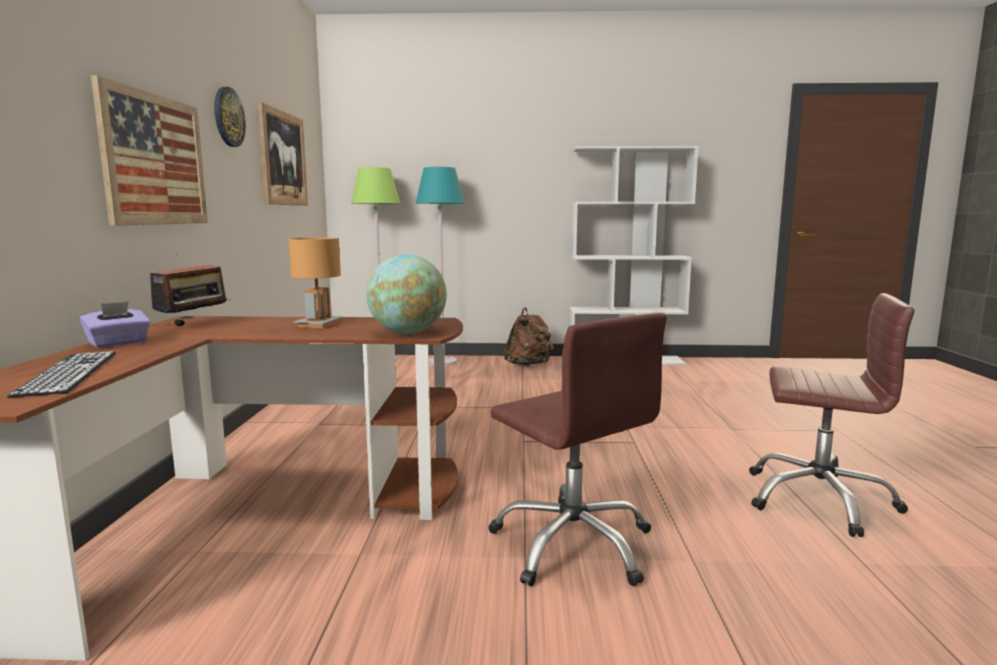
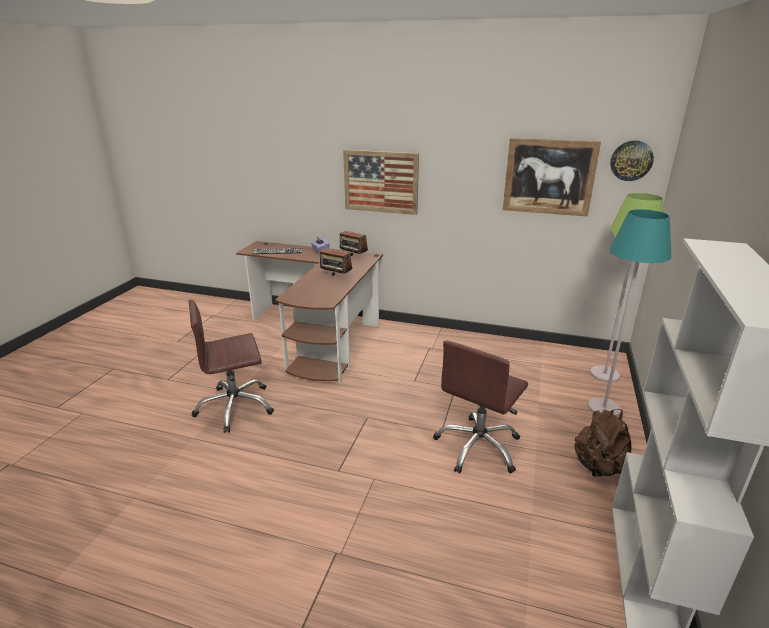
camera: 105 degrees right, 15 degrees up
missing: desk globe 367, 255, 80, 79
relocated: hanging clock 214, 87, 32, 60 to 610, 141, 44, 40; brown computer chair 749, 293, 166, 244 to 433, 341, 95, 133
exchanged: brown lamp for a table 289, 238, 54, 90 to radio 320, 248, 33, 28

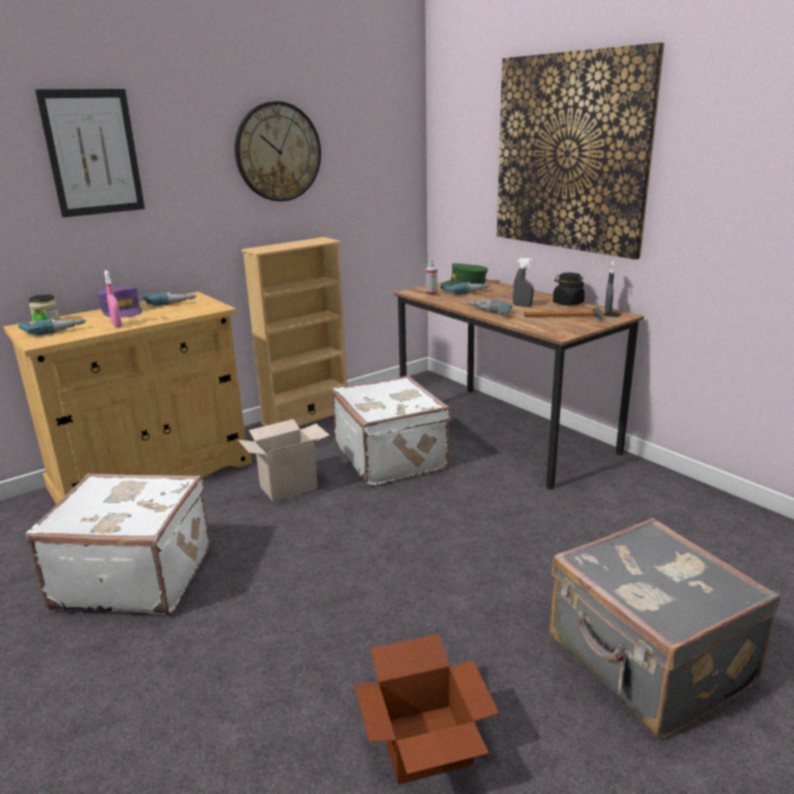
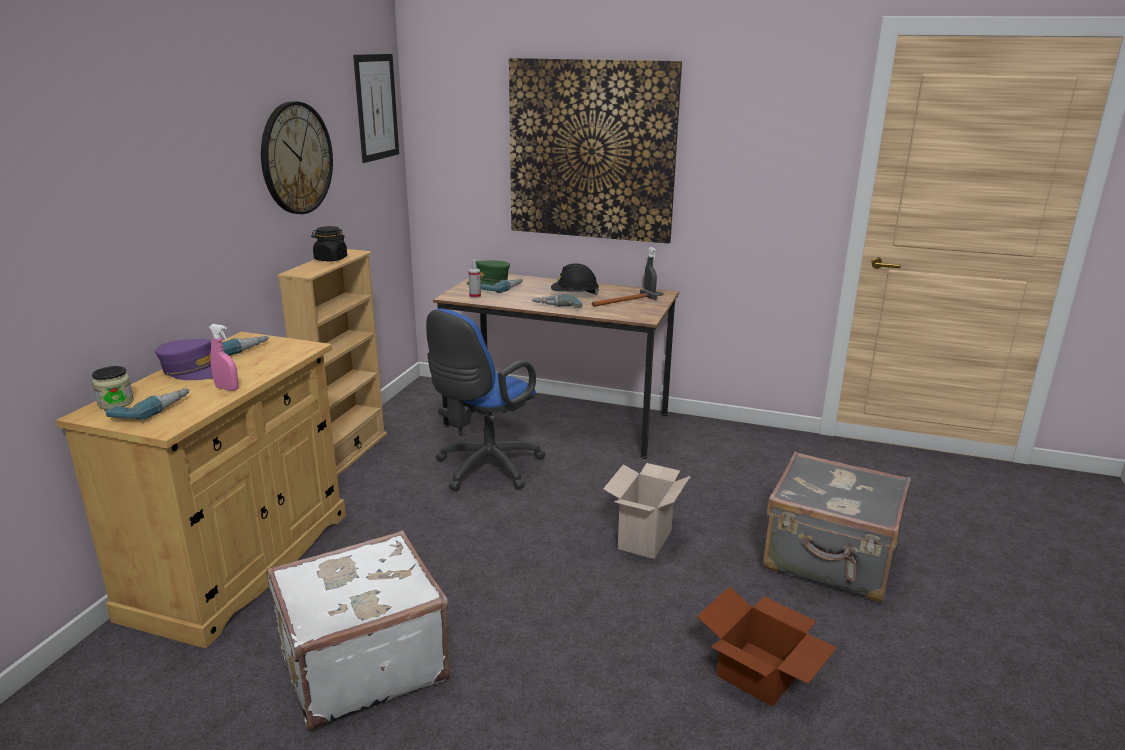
camera: 35 degrees left, 0 degrees up
relocated: picture 35, 89, 110, 128 to 353, 54, 46, 109; carton 238, 419, 92, 83 to 603, 463, 88, 96; black storage jar 553, 273, 32, 33 to 311, 226, 36, 36
exchanged: white suitcase 332, 376, 119, 110 to bluish computer chair 426, 309, 119, 182; greyish sprayer 513, 258, 21, 49 to black work helmet 551, 263, 48, 32

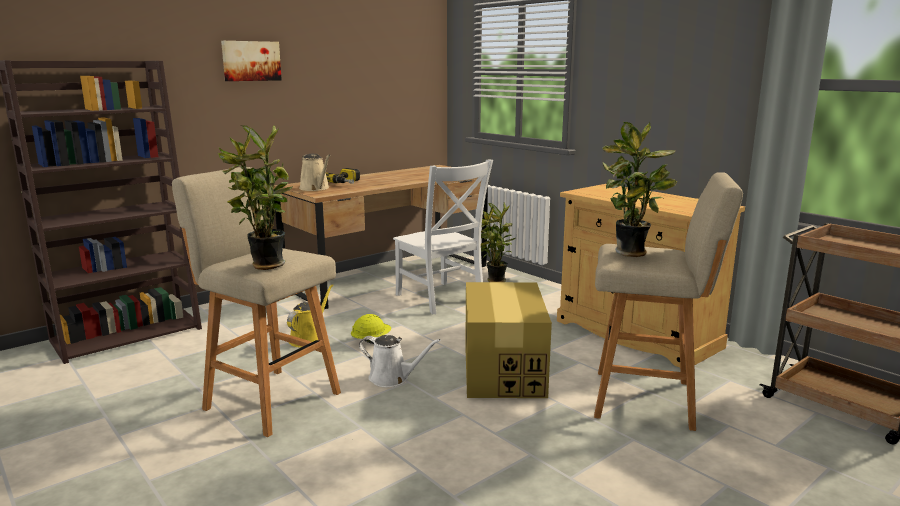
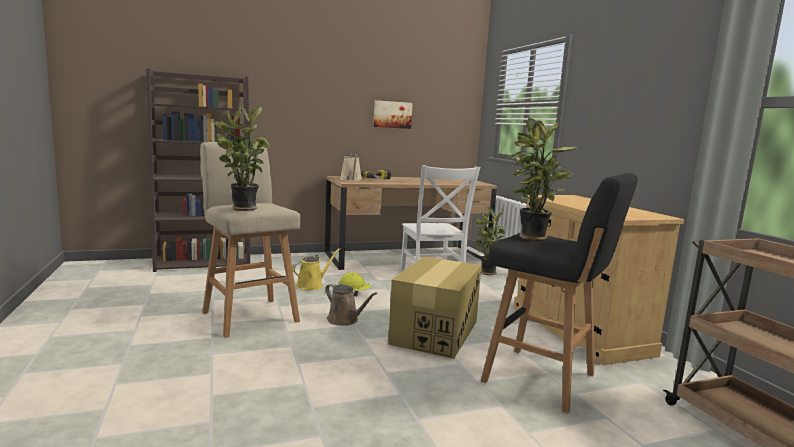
camera: 20 degrees right, 5 degrees down
relocated: picture 221, 41, 61, 40 to 373, 100, 40, 29
colour: white sprinkling can 359, 335, 82, 52 to brown sprinkling can 325, 283, 53, 43; sand-coloured stool 594, 172, 149, 259 to black stool 481, 173, 157, 240

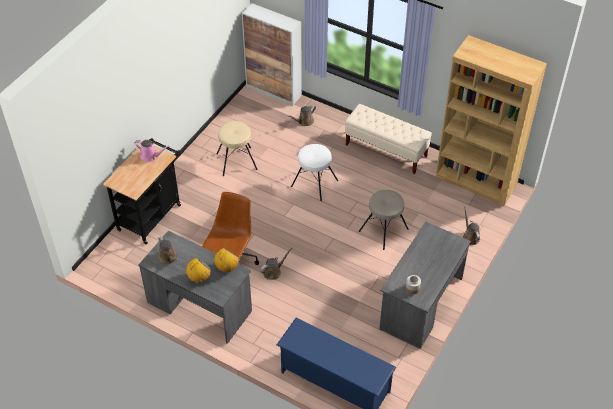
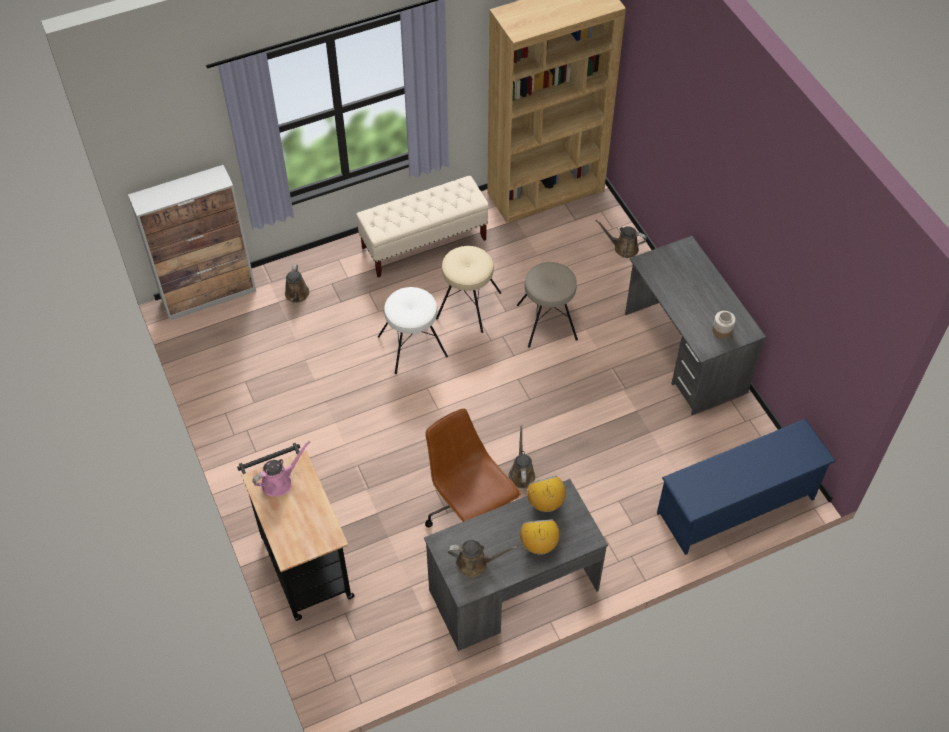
camera: 55 degrees left, 5 degrees up
relocated: sand-coloured stool 217, 121, 41, 55 to 436, 246, 65, 87

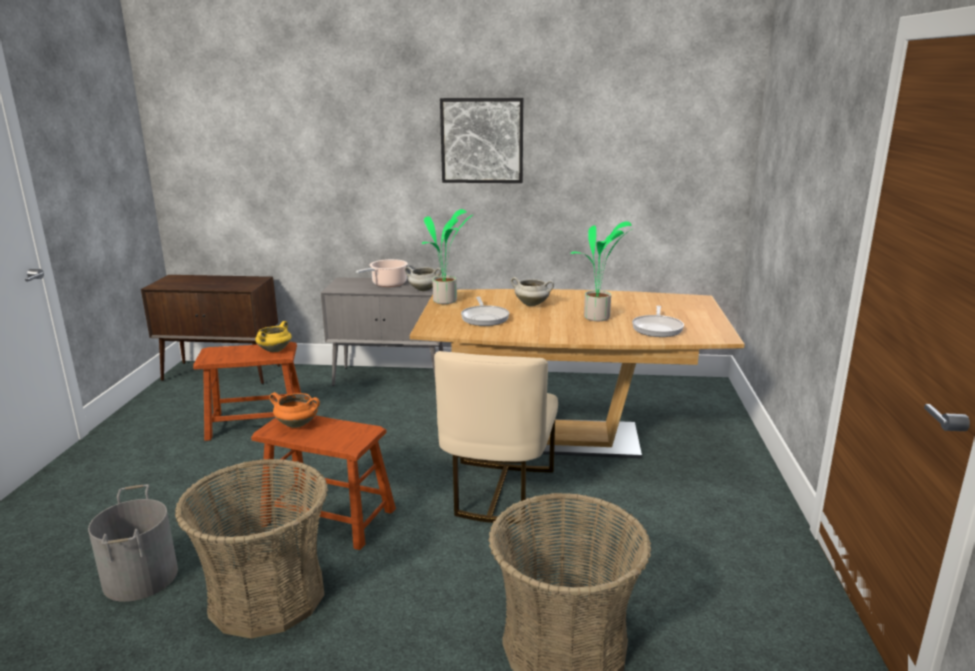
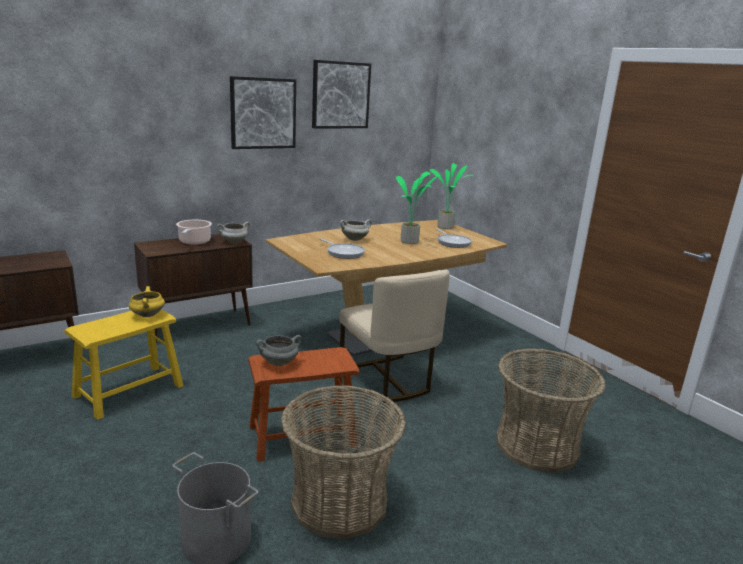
camera: 40 degrees left, 0 degrees up
appeared: picture 312, 60, 59, 68
relocated: plant in a pot 422, 209, 51, 95 to 430, 163, 43, 66
colour: brown stool 193, 342, 108, 99 to yellow stool 64, 309, 120, 111; orangey cooking pot 269, 392, 51, 36 to greyish cooking pot 256, 335, 46, 31; greyish storage cabinet 321, 277, 122, 109 to brown storage cabinet 134, 234, 119, 109

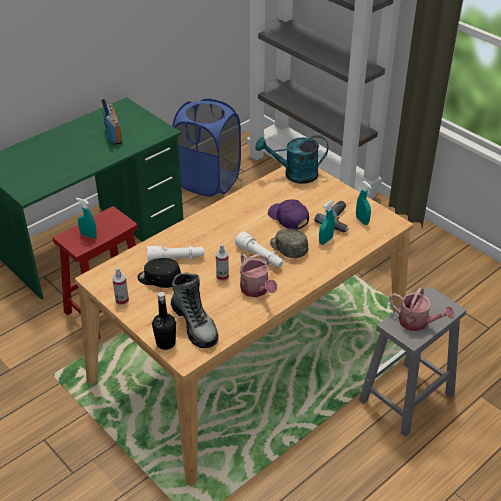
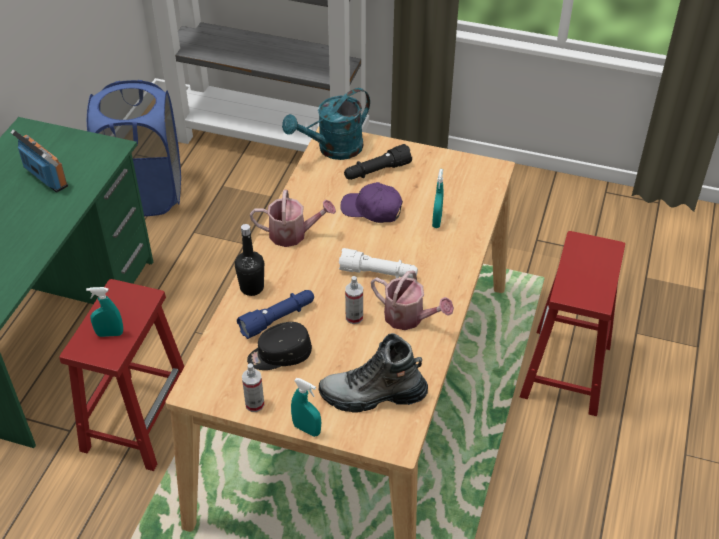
camera: 30 degrees left, 5 degrees up
missing: greyish cap 270, 228, 38, 30; drill 314, 201, 35, 31
appeared: black flashlight 344, 144, 68, 36
relocated: black beverage bottle 152, 292, 24, 58 to 235, 224, 29, 72; blue-green sprayer 356, 181, 16, 44 to 291, 378, 30, 59; sprinkling can 389, 288, 65, 43 to 250, 190, 86, 57
colour: white flashlight 147, 245, 57, 17 to bluish flashlight 237, 290, 77, 49; greyish stool 359, 287, 107, 150 to reddish stool 520, 231, 105, 185
spun: tall boot 171, 272, 47, 76 = 318, 333, 110, 80 150 degrees clockwise

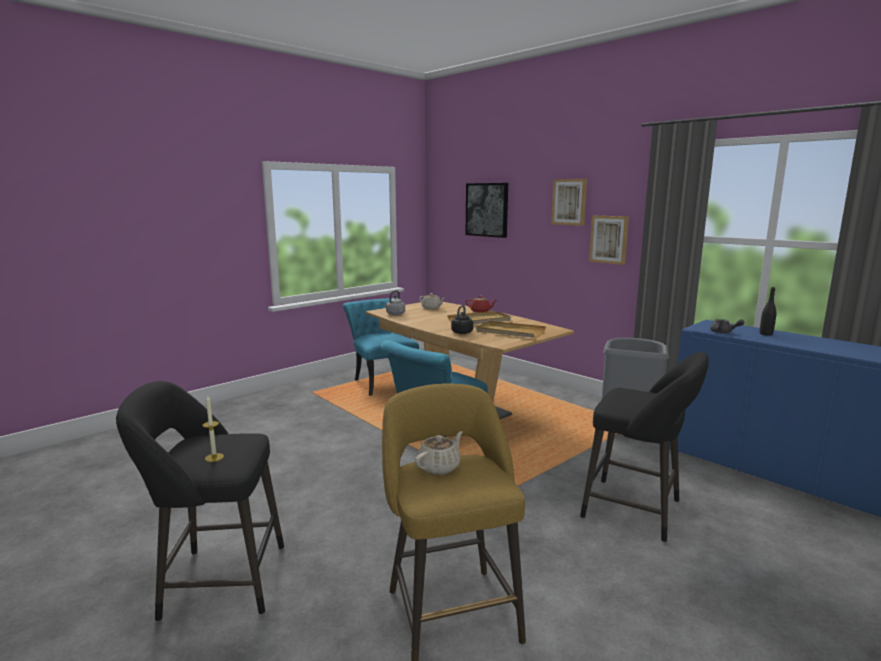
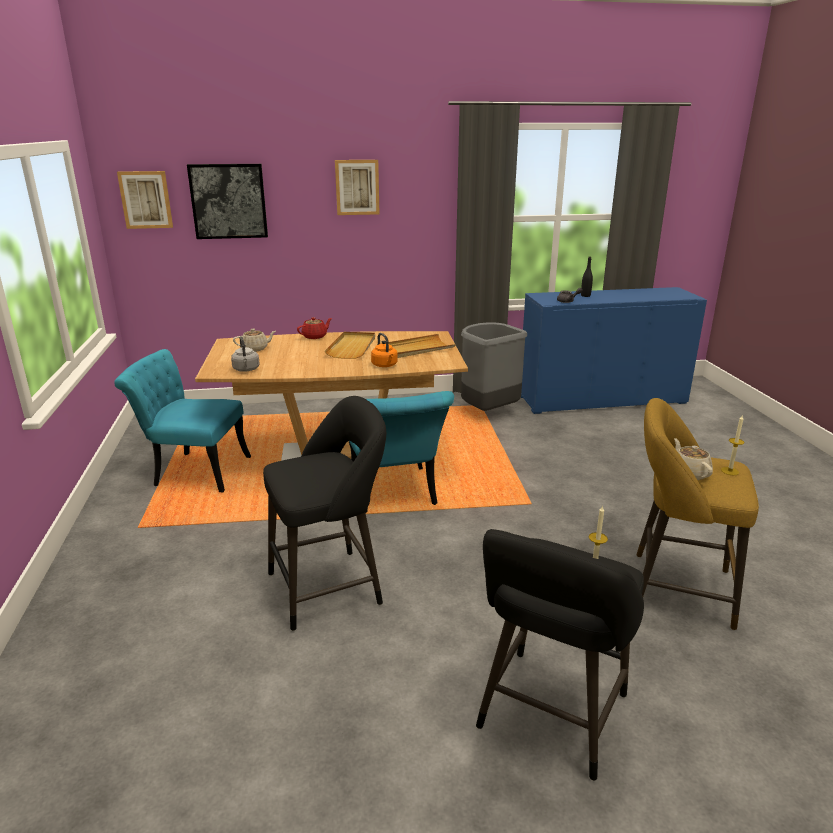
camera: 55 degrees left, 10 degrees up
appeared: wax candle 721, 416, 23, 59
relocated: black stool 580, 352, 129, 190 to 263, 396, 123, 235; picture 589, 216, 40, 49 to 117, 171, 56, 58
colour: black tea kettle 451, 305, 22, 29 to orangey tea kettle 371, 333, 27, 34

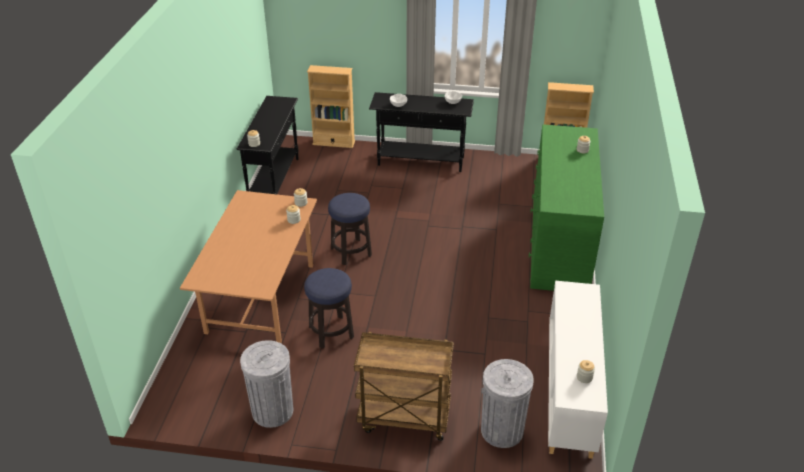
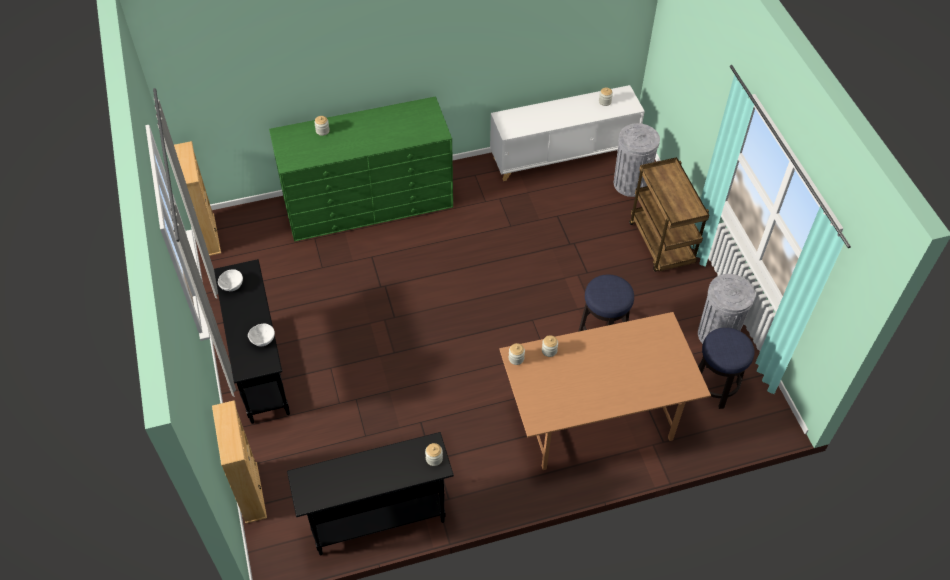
camera: 115 degrees left, 15 degrees up
relocated: stool 328, 193, 44, 72 to 698, 327, 57, 82

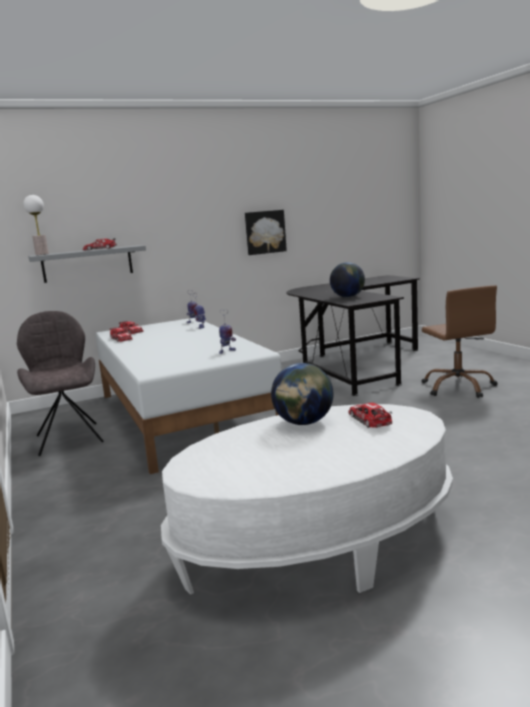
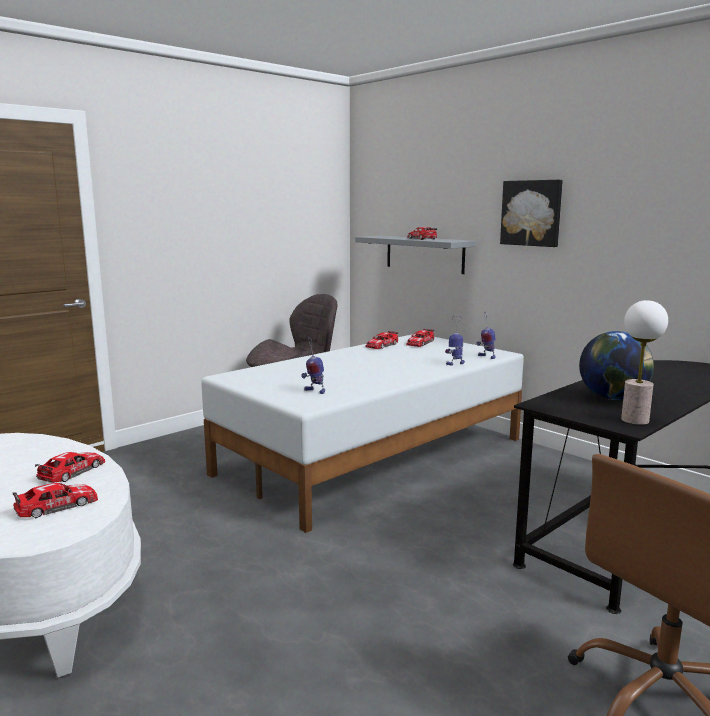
camera: 70 degrees right, 0 degrees up
relocated: lamp for a table 23, 195, 26, 60 to 621, 300, 47, 125; picture 245, 210, 42, 45 to 500, 180, 63, 67
exchanged: desk globe 271, 363, 62, 62 to model car 35, 452, 70, 31

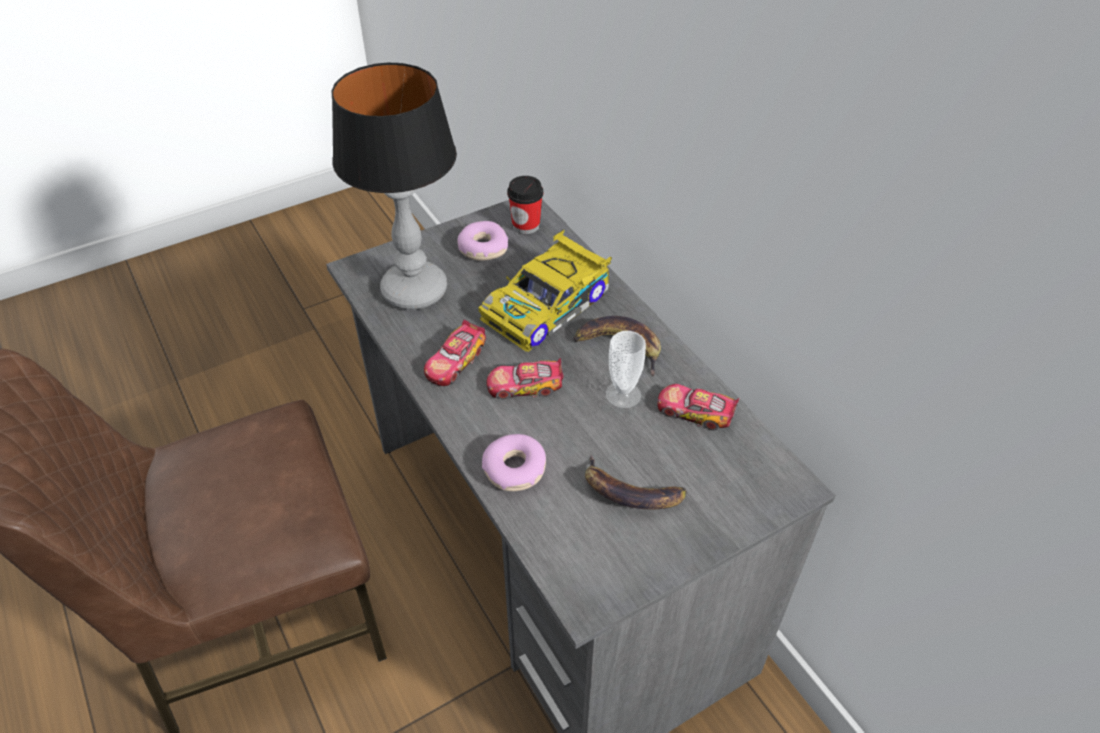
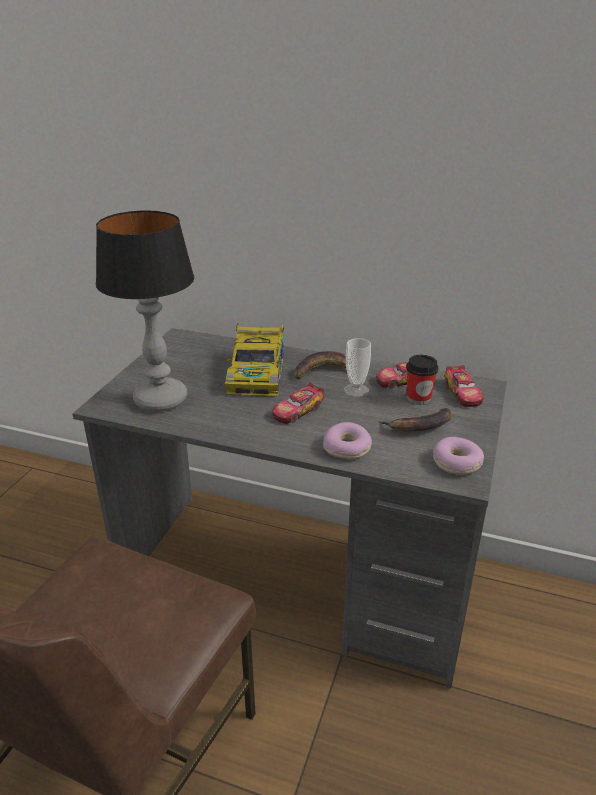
camera: 40 degrees left, 15 degrees down
relocated: model car 424, 320, 62, 66 to 445, 365, 38, 42; donut 457, 221, 51, 40 to 433, 437, 51, 38; cup 507, 176, 36, 58 to 406, 355, 32, 50

